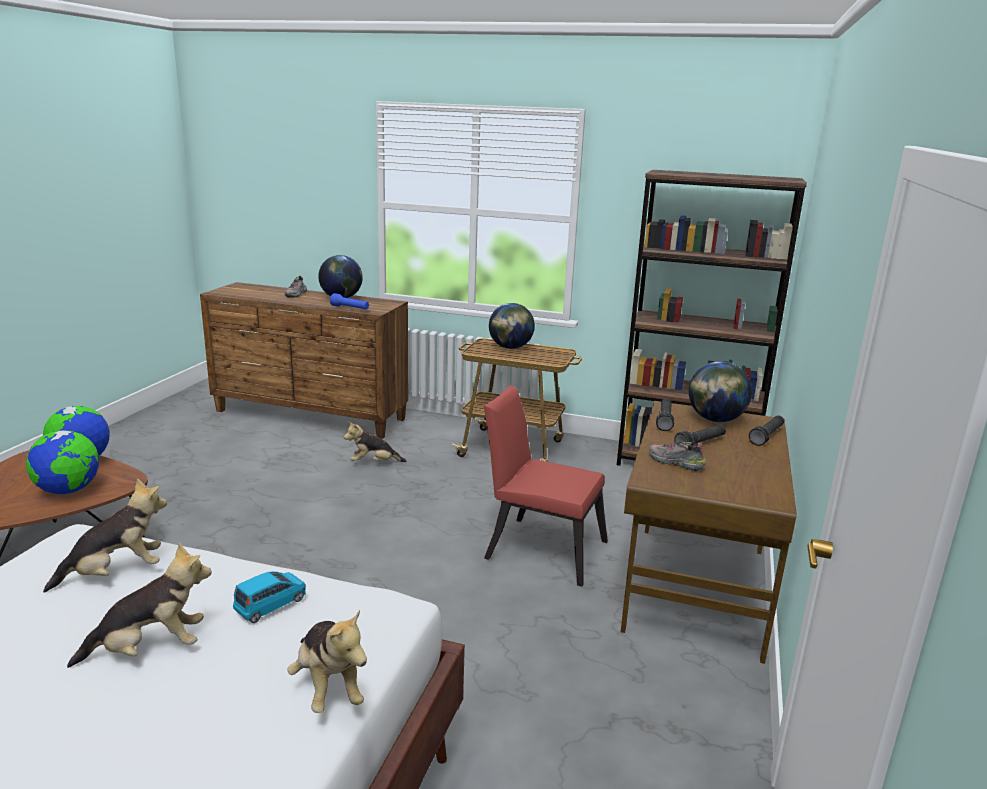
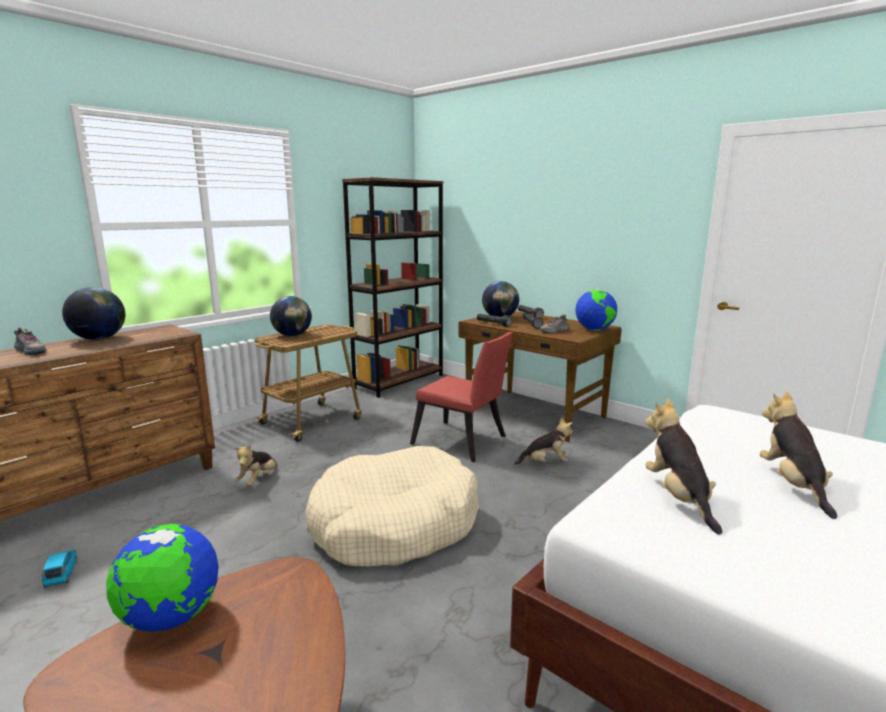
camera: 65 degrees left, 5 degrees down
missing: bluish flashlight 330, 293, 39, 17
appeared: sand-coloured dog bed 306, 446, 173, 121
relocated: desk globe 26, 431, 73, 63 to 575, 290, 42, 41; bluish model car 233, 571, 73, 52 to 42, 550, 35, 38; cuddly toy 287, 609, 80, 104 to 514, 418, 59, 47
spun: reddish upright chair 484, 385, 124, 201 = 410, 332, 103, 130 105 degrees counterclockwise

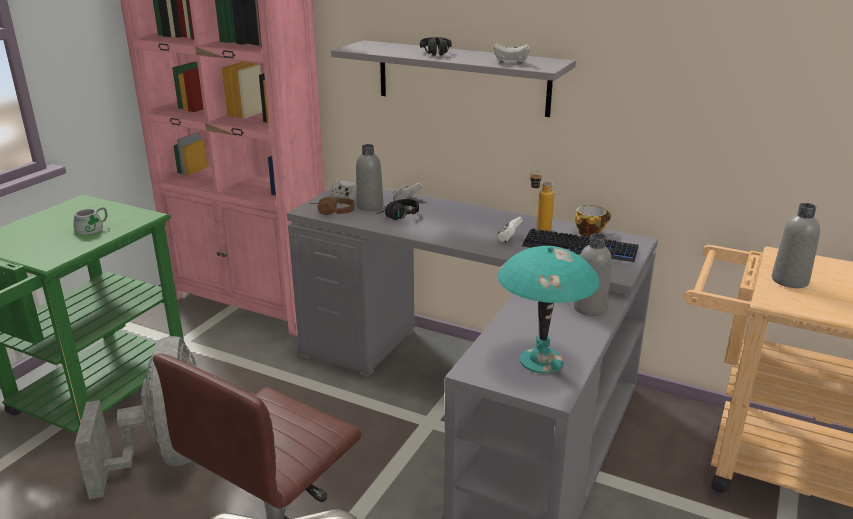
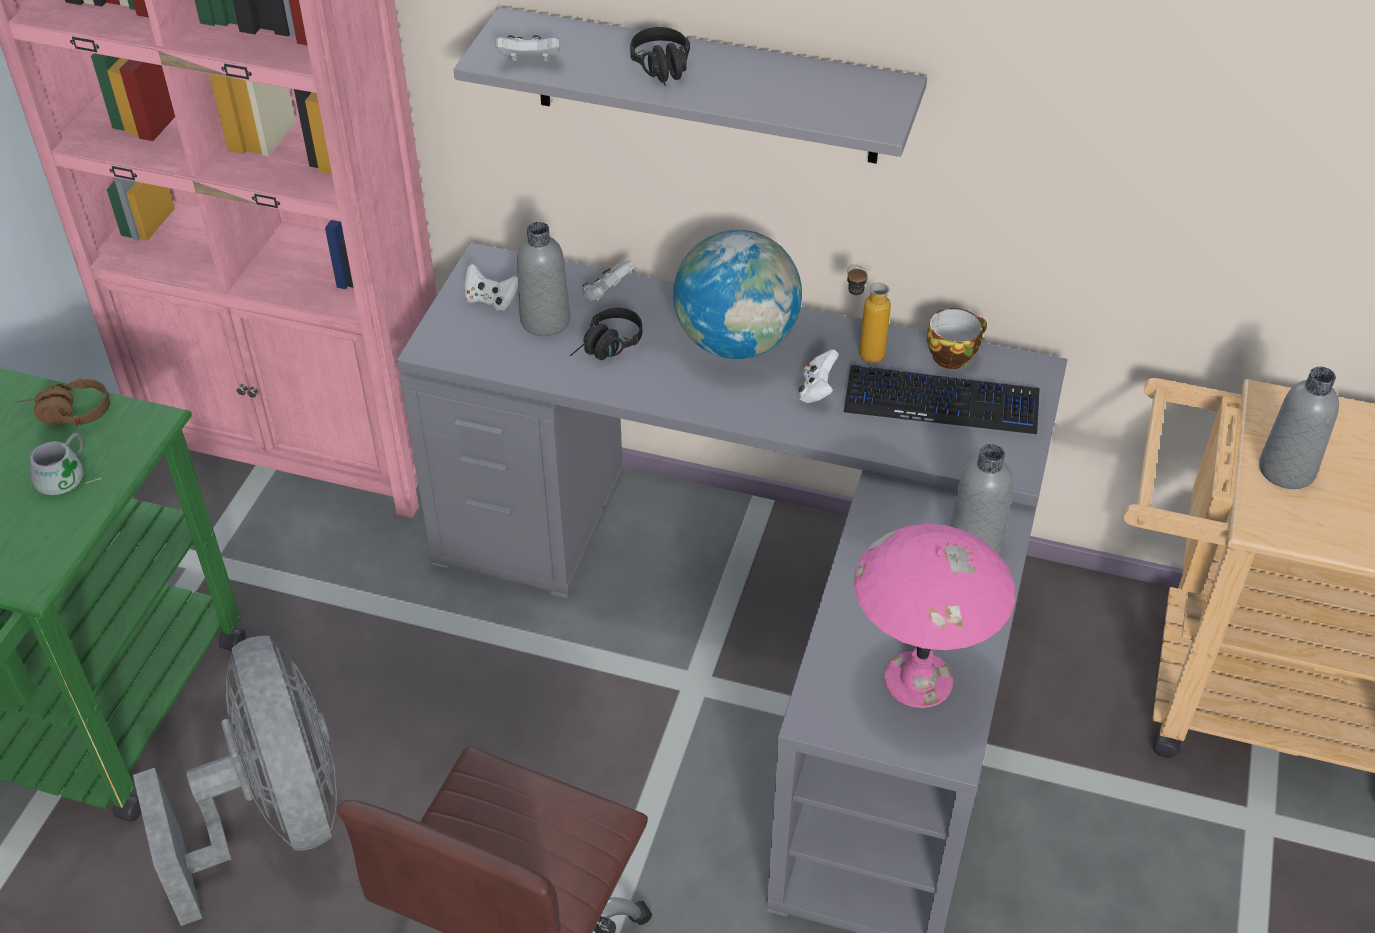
camera: 10 degrees left, 20 degrees up
appeared: desk globe 673, 230, 129, 129
relocated: brown pair of headphones 309, 197, 45, 18 to 17, 378, 93, 48; white joypad 493, 43, 37, 20 to 495, 35, 66, 27
colour: blue-green lamp for a table 497, 246, 103, 127 to pink lamp for a table 854, 524, 161, 184

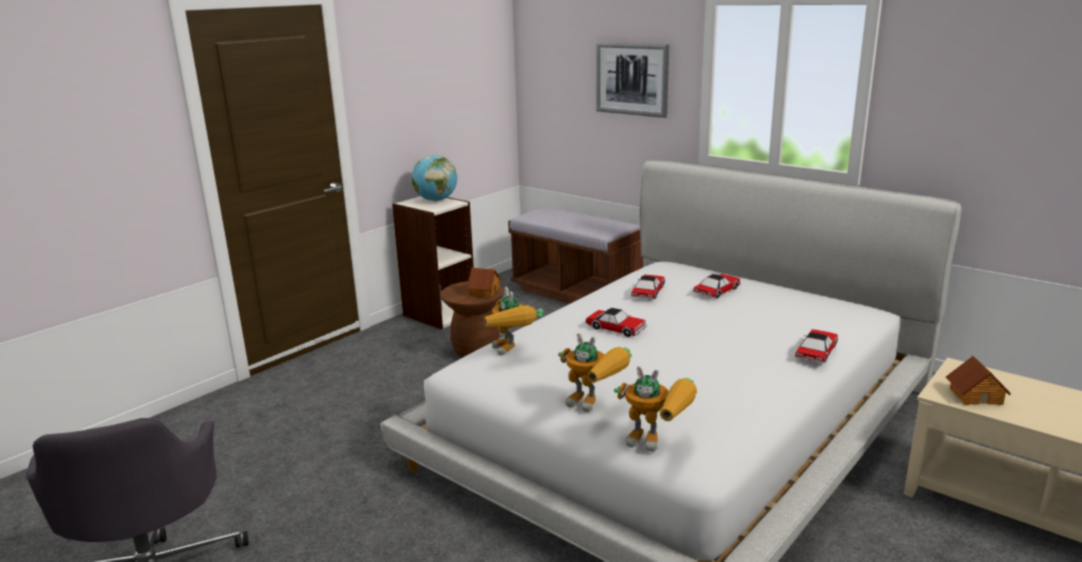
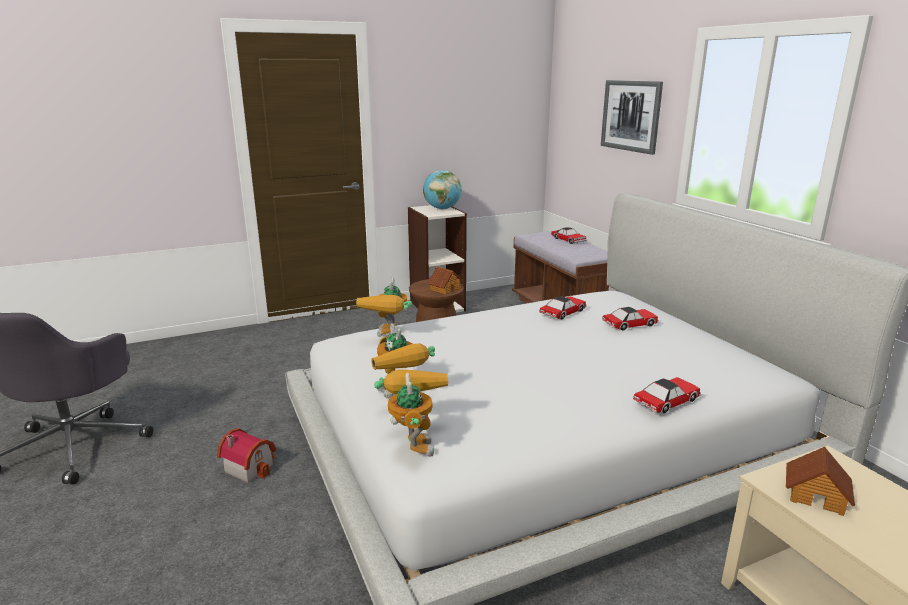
camera: 25 degrees right, 0 degrees up
appeared: miniature house 217, 428, 60, 55
relocated: model car 586, 308, 61, 29 to 551, 227, 36, 17
spun: toy robot 614, 366, 83, 86 = 374, 370, 74, 87 150 degrees counterclockwise

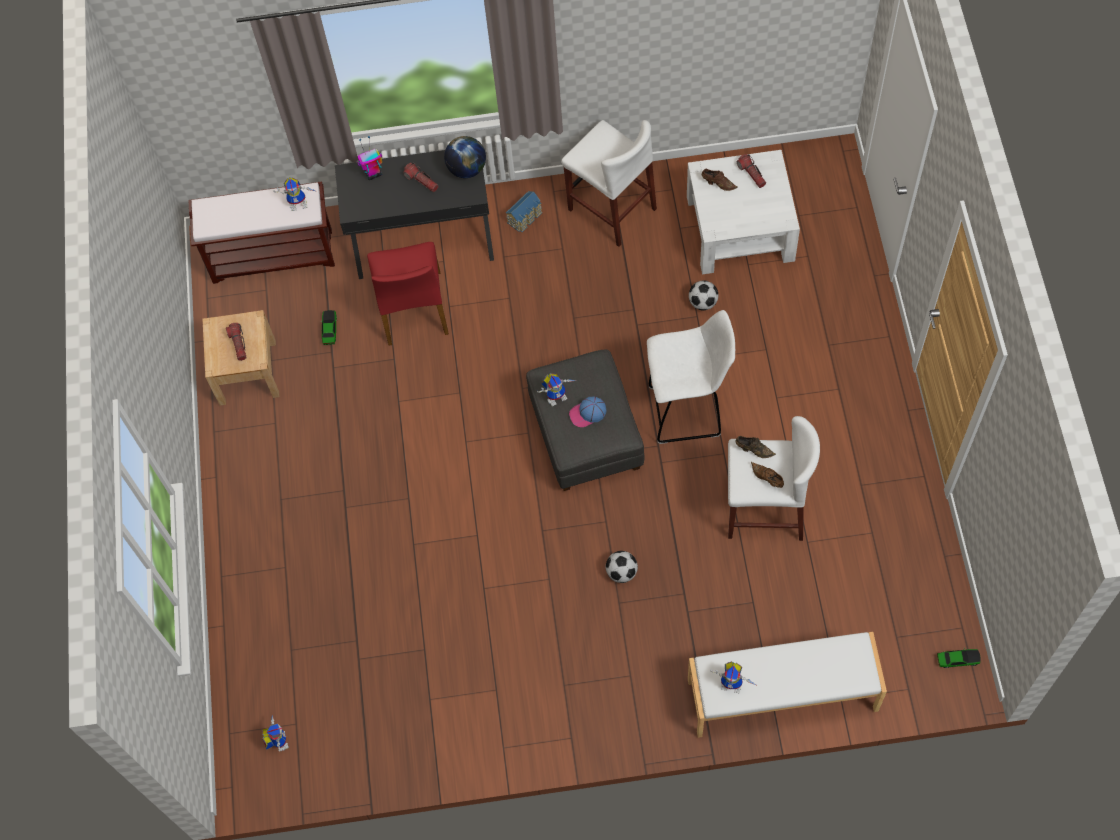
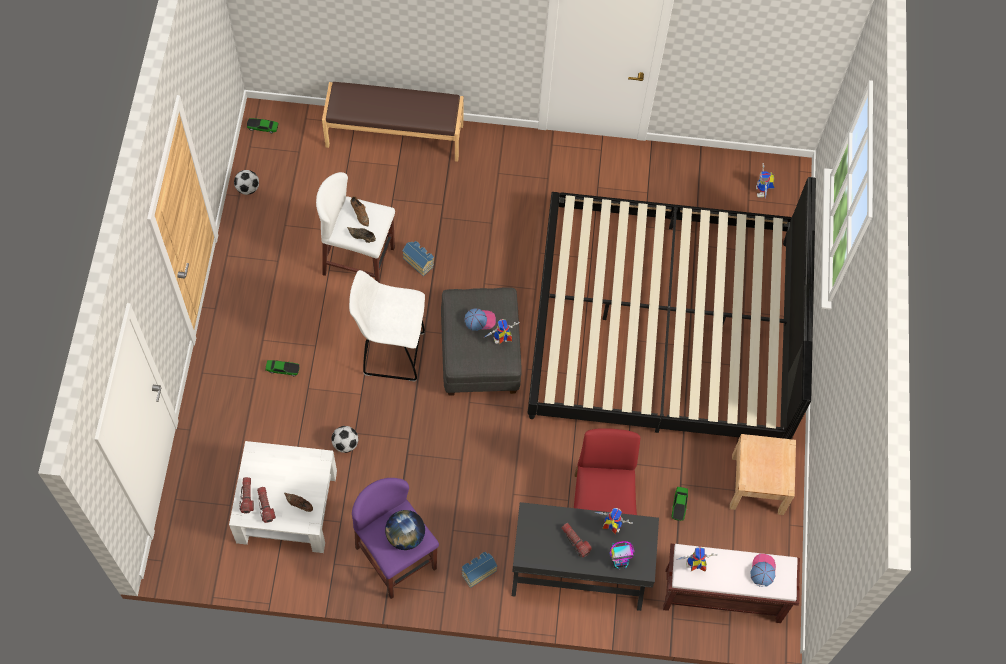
camera: 175 degrees left, 0 degrees up
appeared: model car 265, 360, 34, 16; miniature house 402, 241, 32, 35; sleeping bed 528, 177, 288, 262; cap 750, 554, 26, 33
relocated: flashlight 226, 323, 20, 38 to 239, 477, 15, 36; desk globe 444, 136, 42, 42 to 385, 510, 40, 40; football ball 606, 551, 32, 32 to 234, 170, 25, 25; toy robot 710, 661, 46, 33 to 595, 508, 37, 27
colour: white stool 561, 120, 96, 127 to purple-coloured stool 352, 478, 87, 121; white bench 688, 632, 199, 106 to brown bench 322, 82, 142, 80

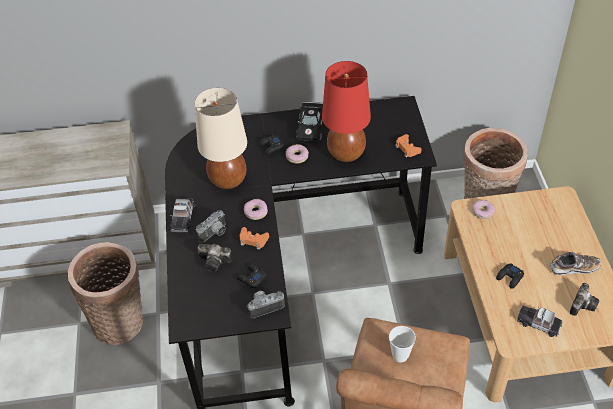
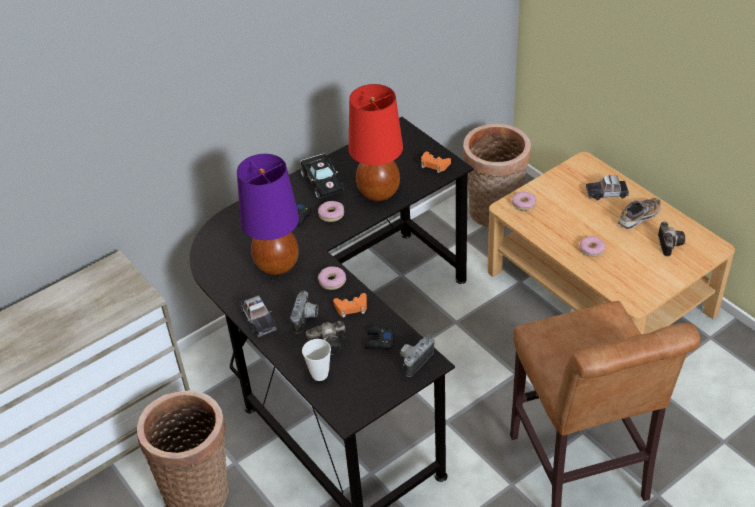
camera: 30 degrees left, 5 degrees down
relocated: cup 389, 326, 27, 37 to 302, 339, 29, 42; model car 517, 306, 45, 31 to 586, 175, 43, 25
exchanged: black joypad 496, 263, 28, 26 to donut 580, 236, 25, 21
colour: sand-coloured lamp for a table 194, 88, 53, 101 to purple-coloured lamp for a table 237, 154, 62, 121

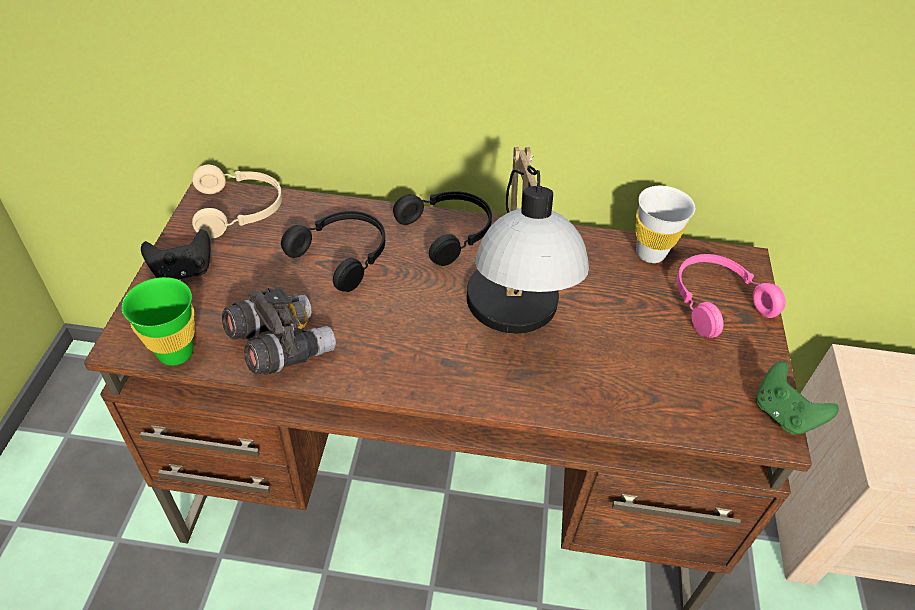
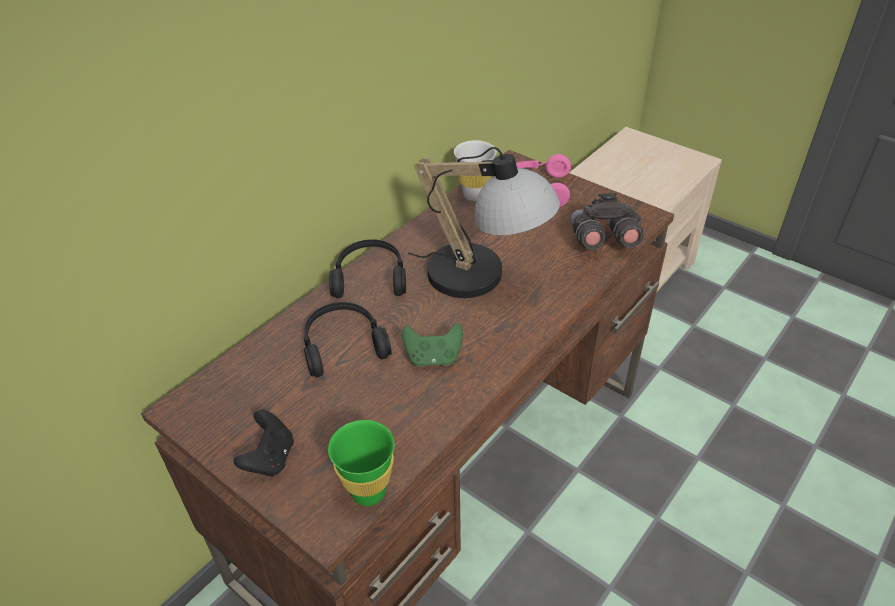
camera: 55 degrees left, 5 degrees down
missing: sand-coloured pair of headphones 192, 165, 90, 74
relocated: greyish binoculars 222, 286, 114, 89 to 571, 193, 73, 57; green-coloured joypad 756, 361, 83, 74 to 402, 323, 61, 44

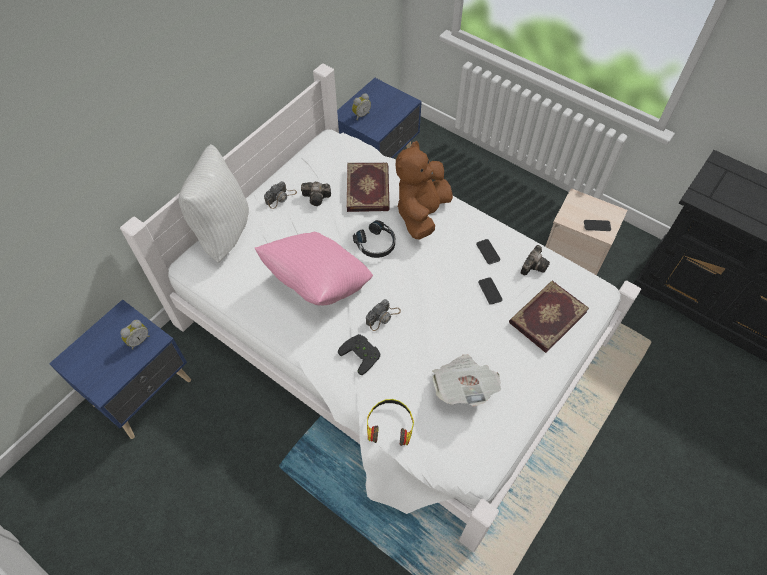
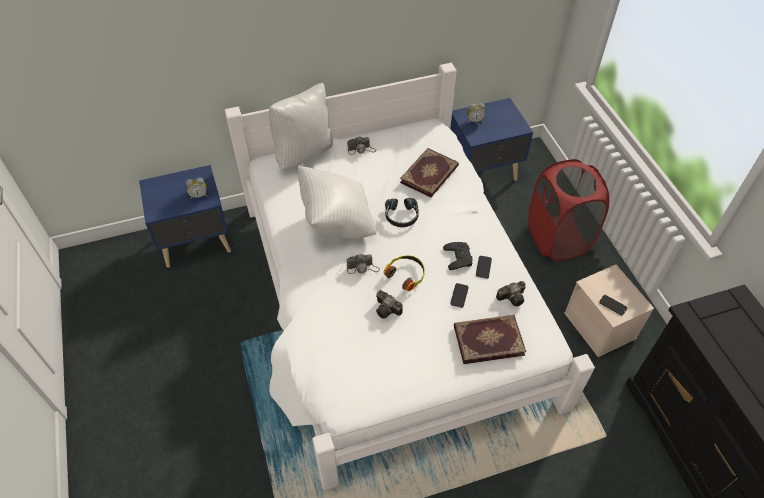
camera: 35 degrees right, 5 degrees down
missing: brown cuddly toy 396, 141, 57, 99; newspaper 432, 354, 70, 53
appeared: reddish laundry basket 528, 159, 81, 102
relocated: photo camera 301, 182, 30, 24 to 376, 290, 27, 29; black joypad 338, 334, 43, 41 to 443, 242, 30, 28; pair of headphones 367, 399, 47, 47 to 384, 255, 41, 36
colour: pink pillow 255, 232, 118, 73 to white pillow 298, 166, 79, 73

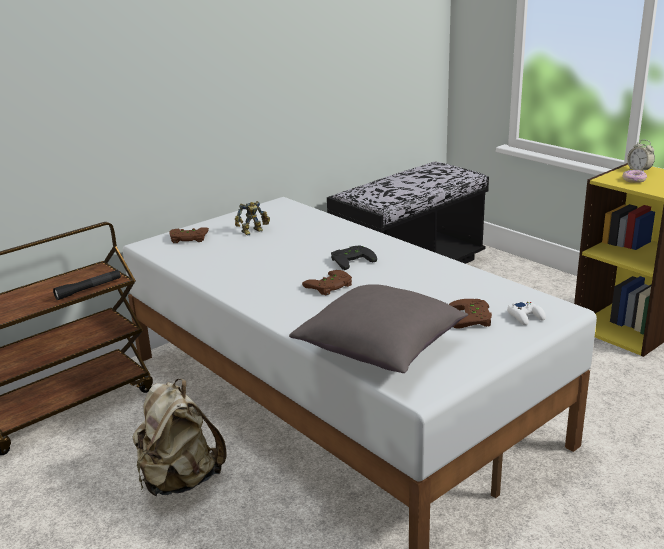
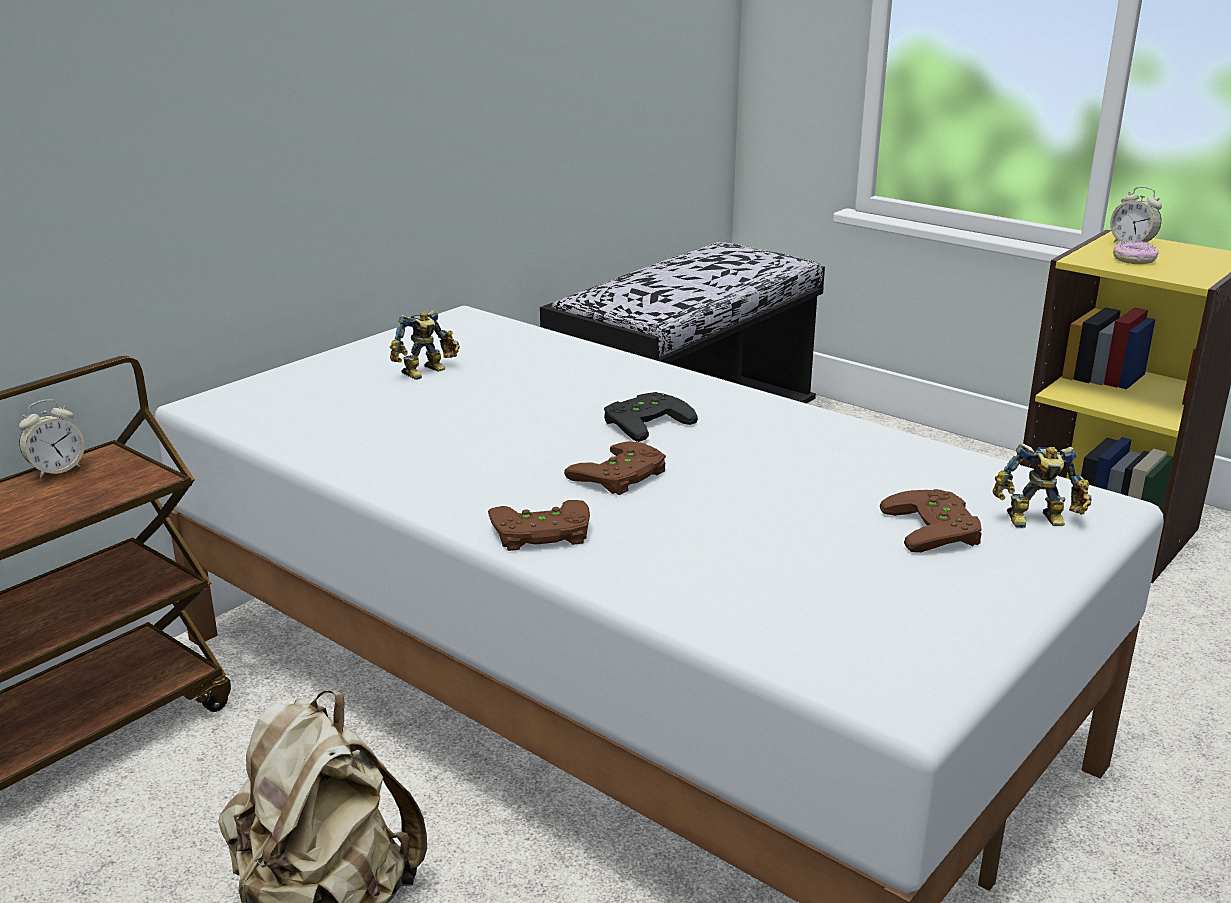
camera: 10 degrees left, 0 degrees up
missing: black flashlight 53, 270, 68, 30; greyish pillow 289, 284, 179, 89
appeared: alarm clock 19, 400, 66, 79
relocated: brown joypad 169, 227, 40, 16 to 488, 500, 102, 51
exchanged: white joypad 507, 301, 39, 24 to toy robot 993, 443, 99, 85

